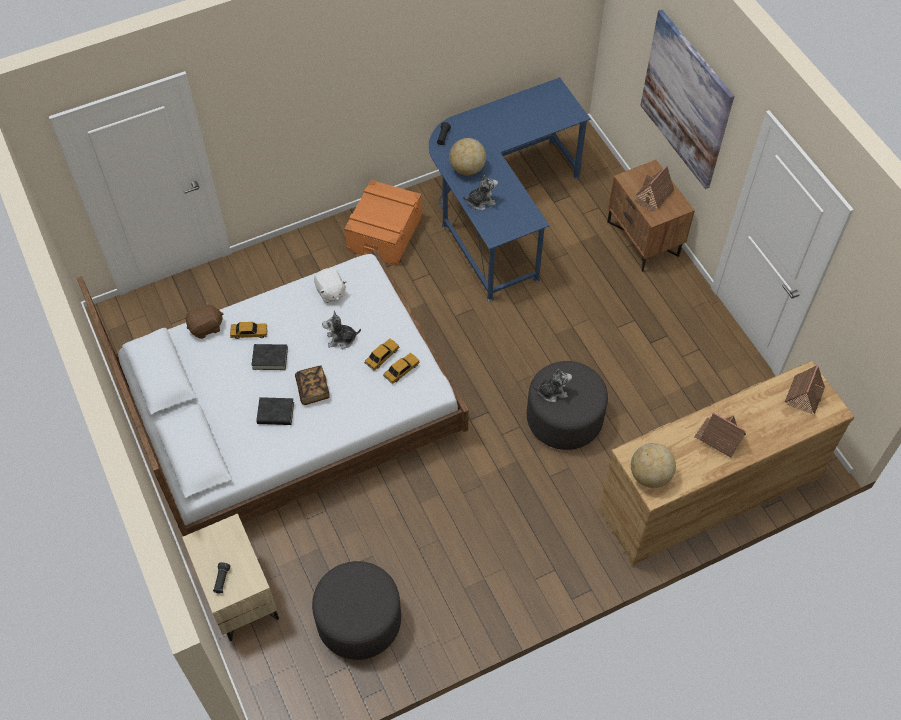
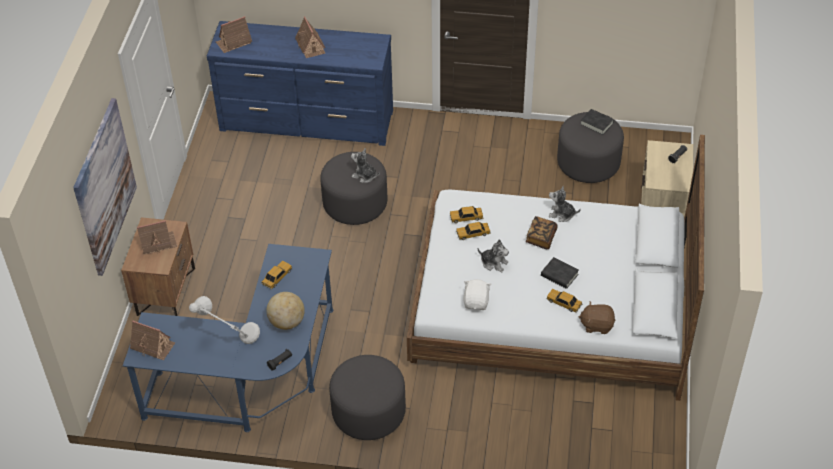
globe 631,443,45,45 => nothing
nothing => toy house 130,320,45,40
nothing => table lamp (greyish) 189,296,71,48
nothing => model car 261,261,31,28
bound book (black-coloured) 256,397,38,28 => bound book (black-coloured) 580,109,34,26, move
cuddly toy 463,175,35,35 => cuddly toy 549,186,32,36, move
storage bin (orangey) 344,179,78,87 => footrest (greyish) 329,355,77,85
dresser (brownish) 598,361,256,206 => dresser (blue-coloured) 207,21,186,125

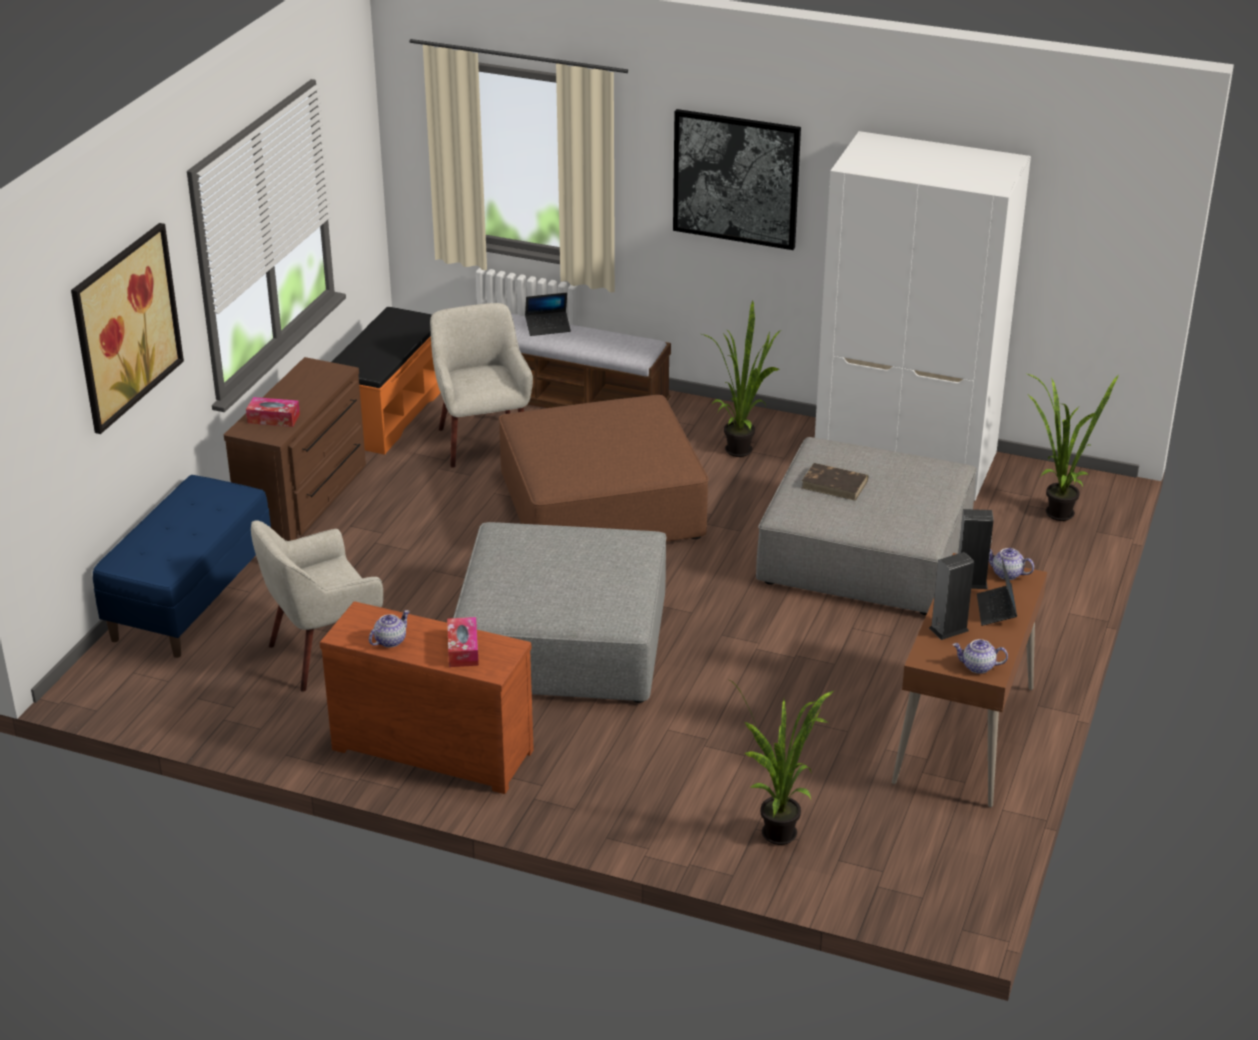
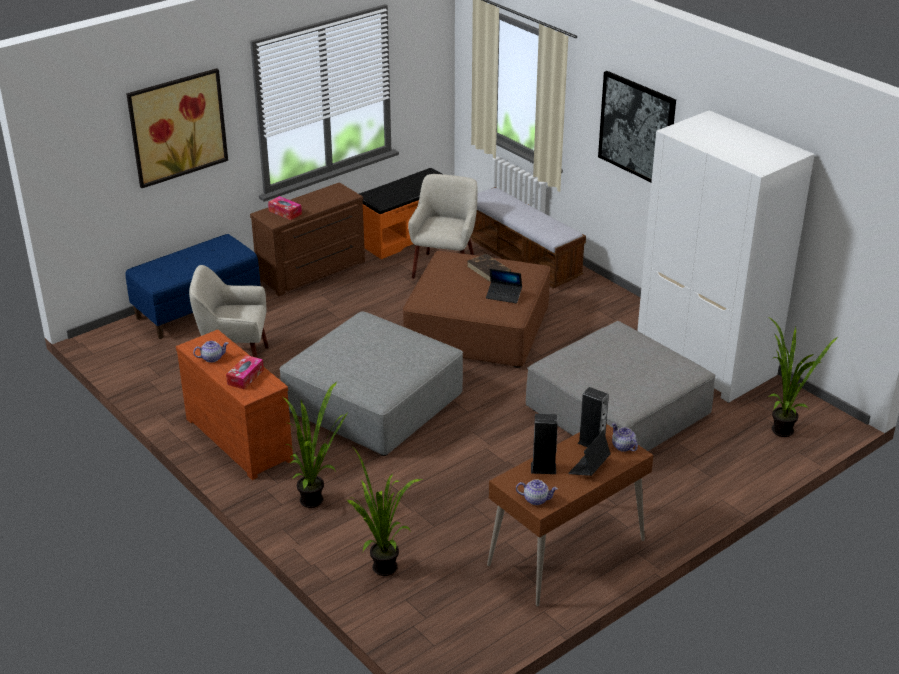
notebook computer 525,292,46,44 => notebook computer 486,269,36,34, move
houseplant 702,301,79,156 => houseplant 283,382,65,126, move
bound book (brownish) 802,463,66,38 => bound book (brownish) 467,254,44,28, move
tea pot 953,639,55,35 => tea pot 516,479,42,26, 150 degrees clockwise

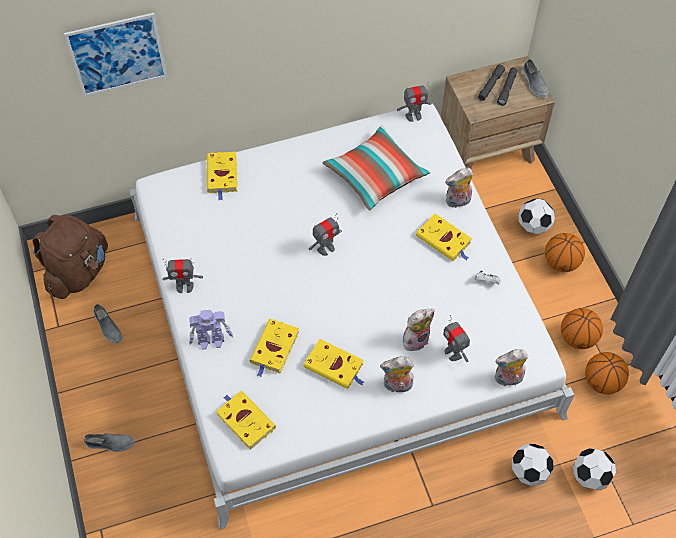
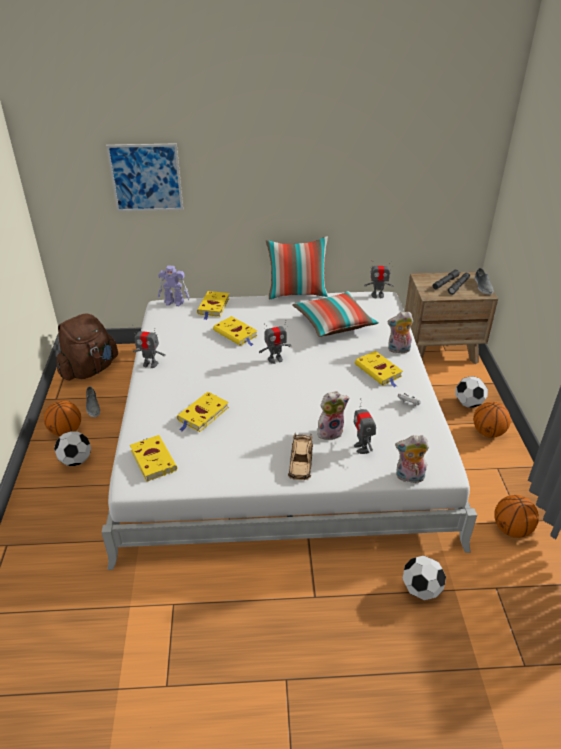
low shoe (greyish) 84,433,51,19 => nothing
nothing => throw pillow 266,236,62,64
model robot 189,310,44,40 => model robot 158,265,31,41, move
bound book (yellowish) 303,339,61,50 => bound book (yellowish) 213,316,45,30, move
ball for basketball 561,308,42,41 => ball for basketball 44,401,37,35, move
football ball 573,448,43,43 => football ball 54,431,37,35, move
cuddly toy 380,356,34,37 => model car (sand-coloured) 288,433,25,47

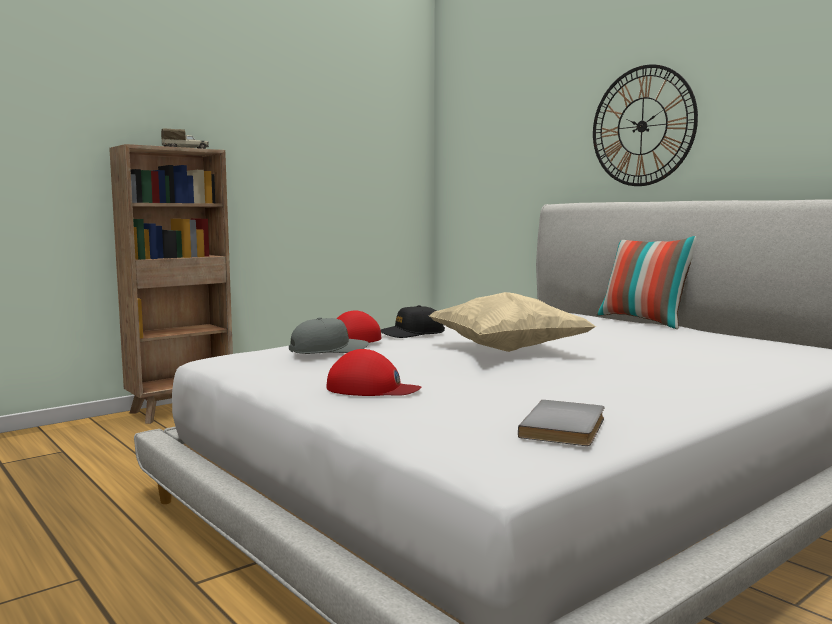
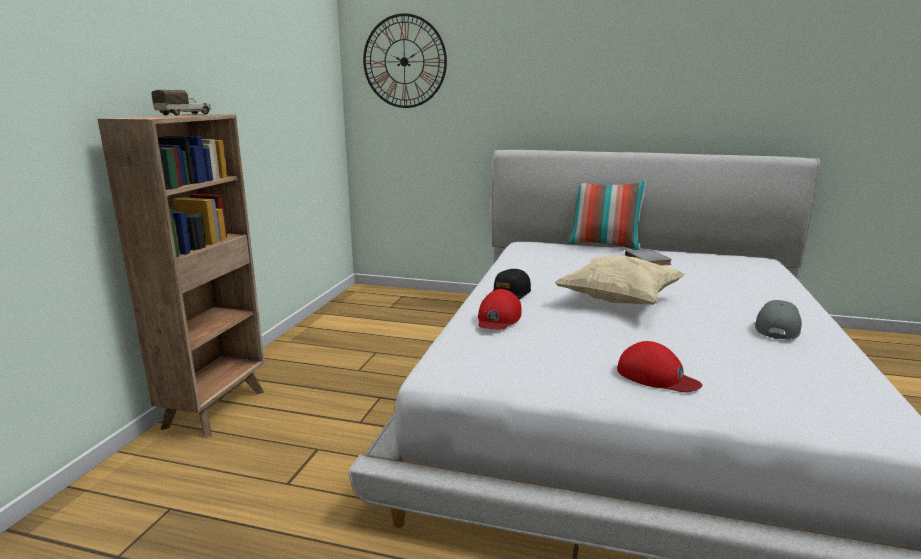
baseball cap (greyish) 289,317,79,37 => baseball cap (greyish) 755,300,47,40, move
bound book (greyish) 518,400,86,46 => bound book (greyish) 625,249,47,17, move
hanging clock 593,64,105,122 => hanging clock 363,13,84,95, move
baseball cap (red) 326,349,96,47 => baseball cap (red) 617,341,86,51, 60 degrees clockwise

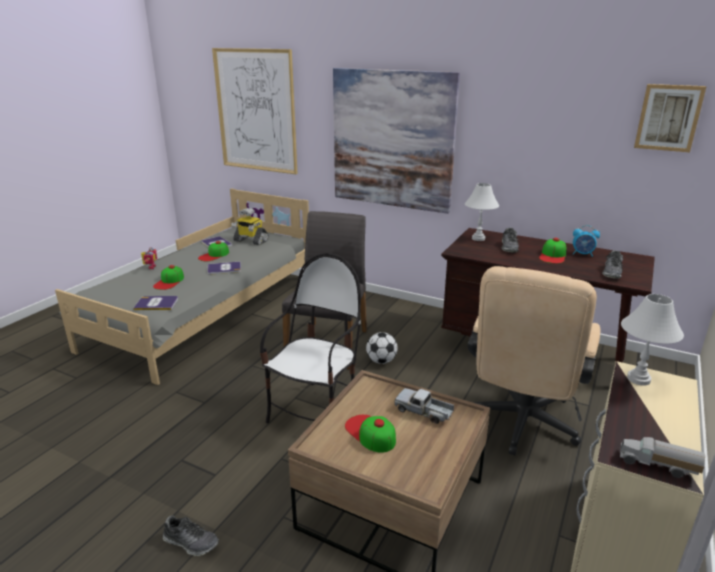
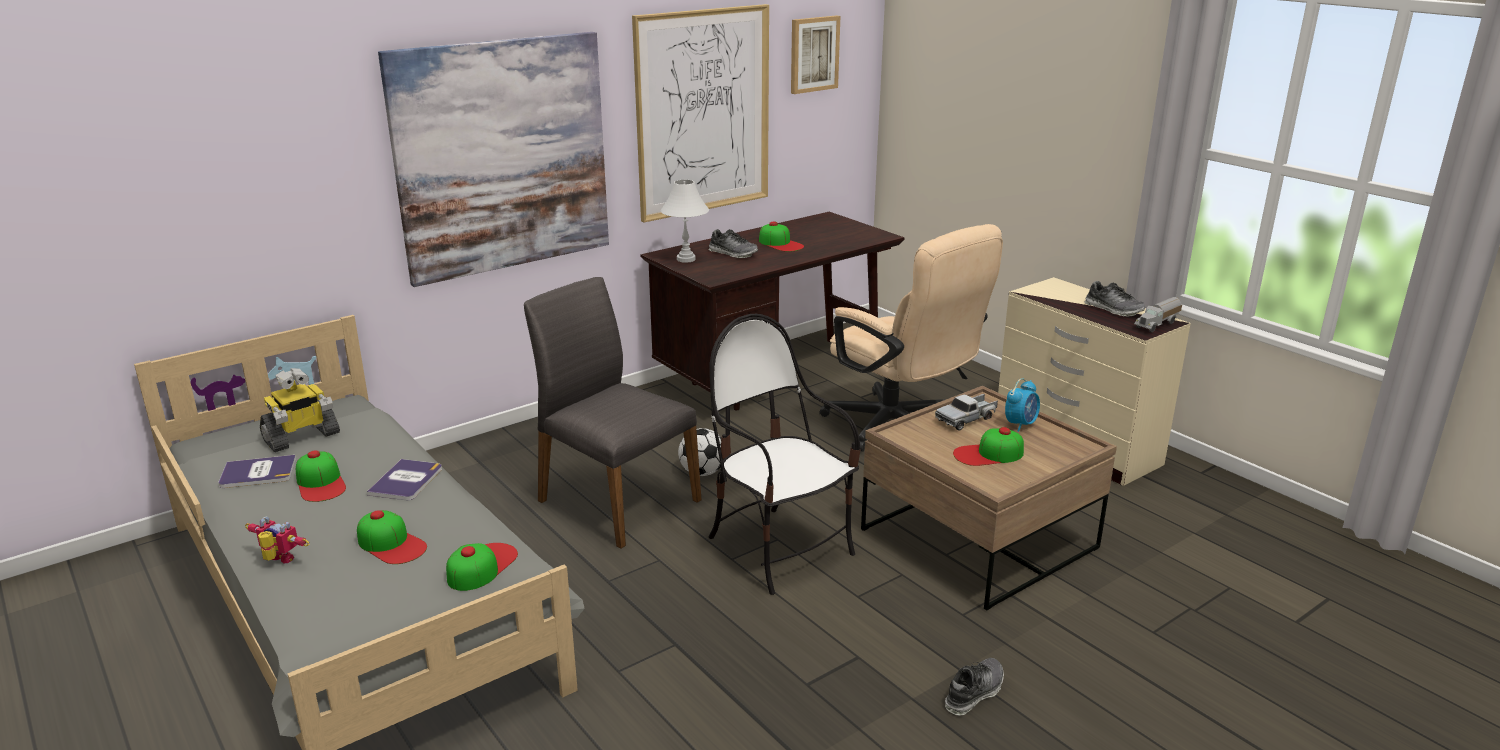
table lamp (white-coloured) 621,294,63,92 => nothing
wall art 212,48,86,126 => wall art 632,4,137,219, move
table clock 572,225,28,32 => table clock 1005,378,35,54, move
low shoe 602,251,21,28 => low shoe 1085,281,60,35, move
bound book 133,296,45,14 => baseball cap 446,543,72,48

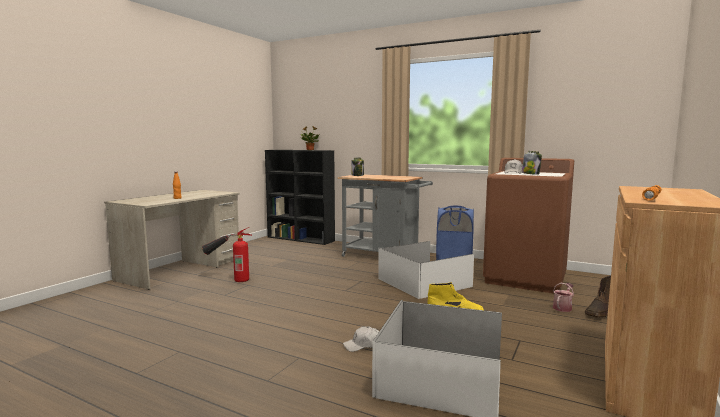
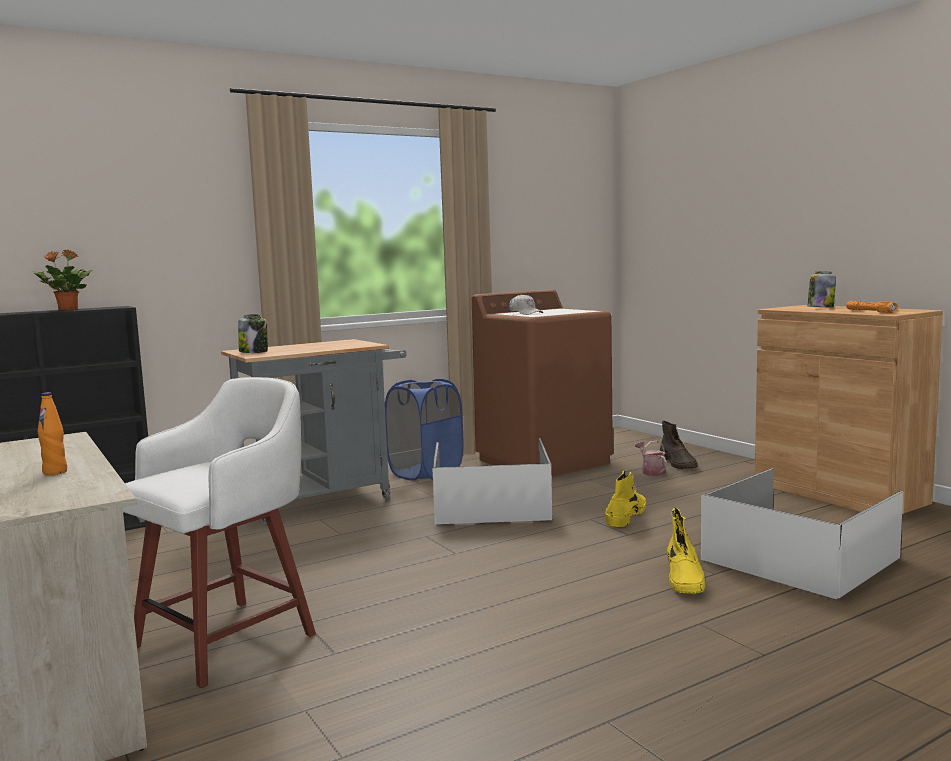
storage jar 522,151,20,24 => storage jar 808,271,28,37, move
fire extinguisher 202,227,50,55 => sitting stool (white-coloured) 123,377,193,311
baseball cap (white-coloured) 343,326,36,26 => boot (yellowish) 667,508,40,86

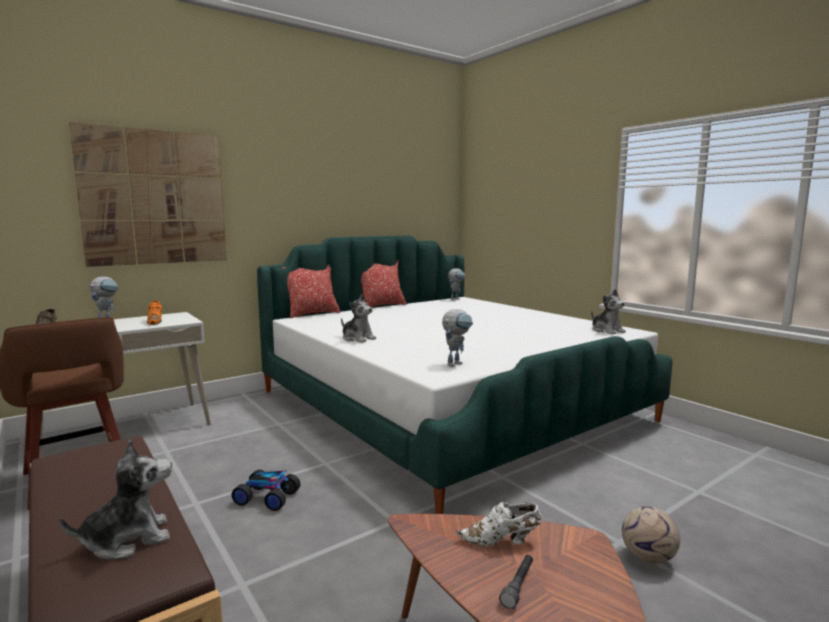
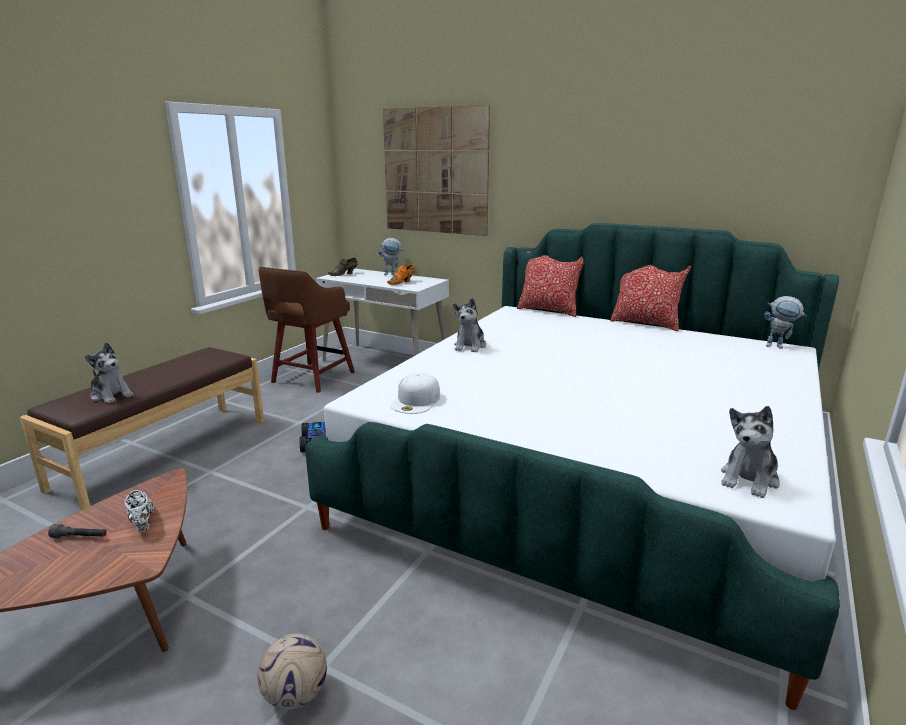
model robot 442,309,31,58 => baseball cap (white-coloured) 391,373,49,41

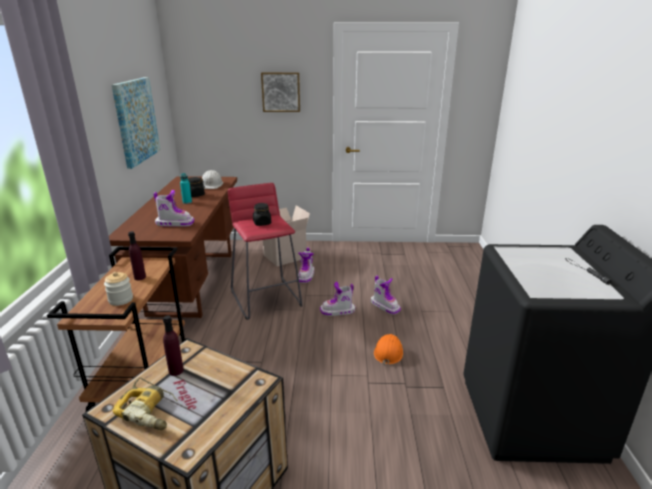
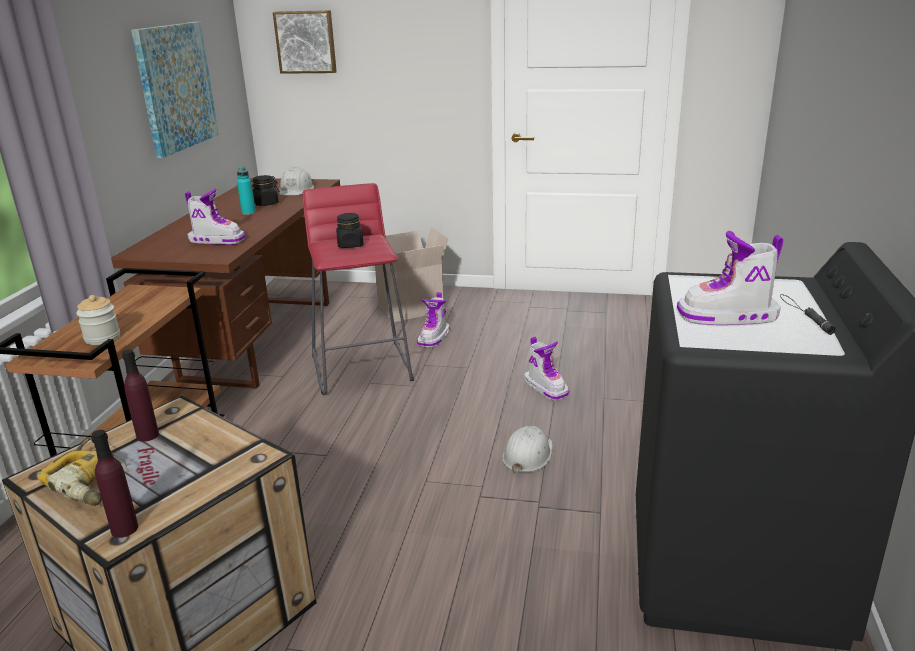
drink bottle (purple) 128,231,18,49 => drink bottle (purple) 91,430,47,108, move
wall art 261,72,39,40 => wall art 273,10,64,64, move
boot 320,282,35,34 => boot 677,231,106,94, move
safety helmet (orangey) 374,334,29,32 => safety helmet (white-coloured) 502,426,51,48

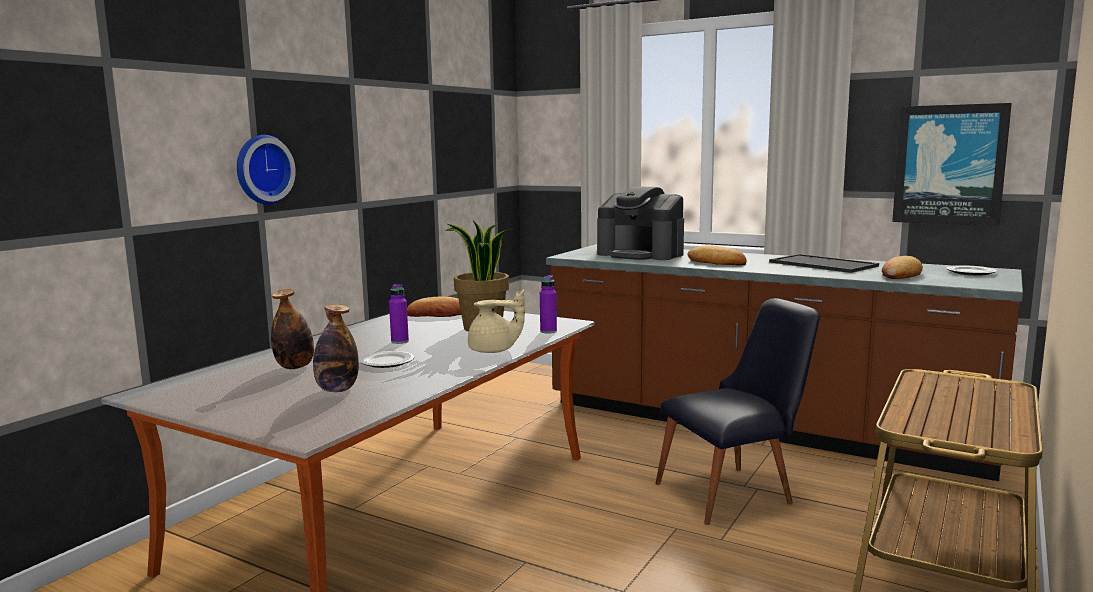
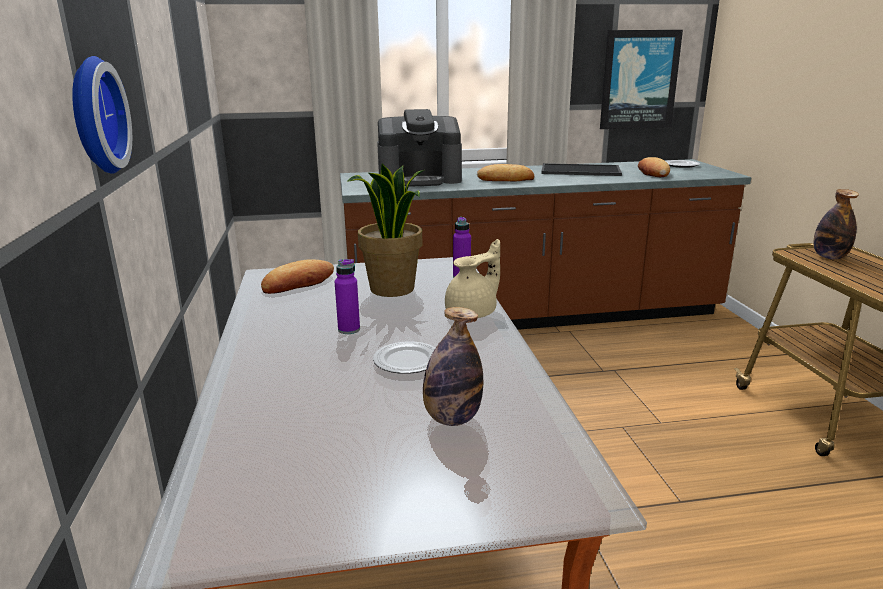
upright chair (black-coloured) 655,298,165,227 => nothing
drink bottle 271,289,43,80 => drink bottle 813,189,46,70, move

